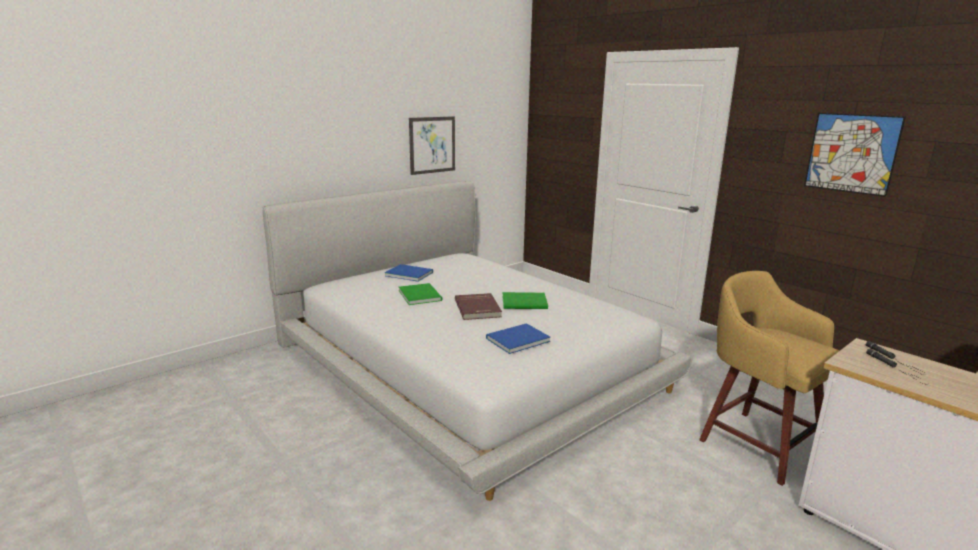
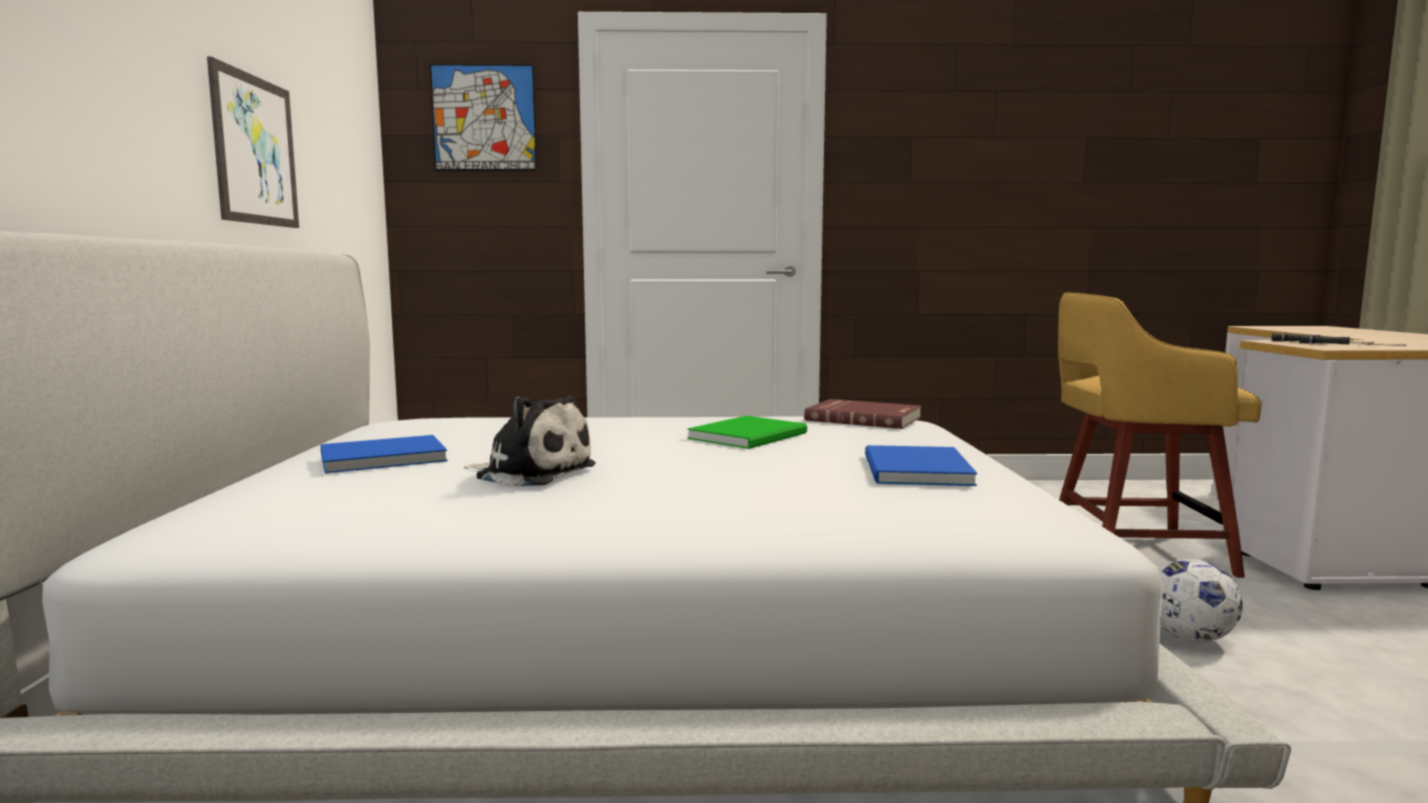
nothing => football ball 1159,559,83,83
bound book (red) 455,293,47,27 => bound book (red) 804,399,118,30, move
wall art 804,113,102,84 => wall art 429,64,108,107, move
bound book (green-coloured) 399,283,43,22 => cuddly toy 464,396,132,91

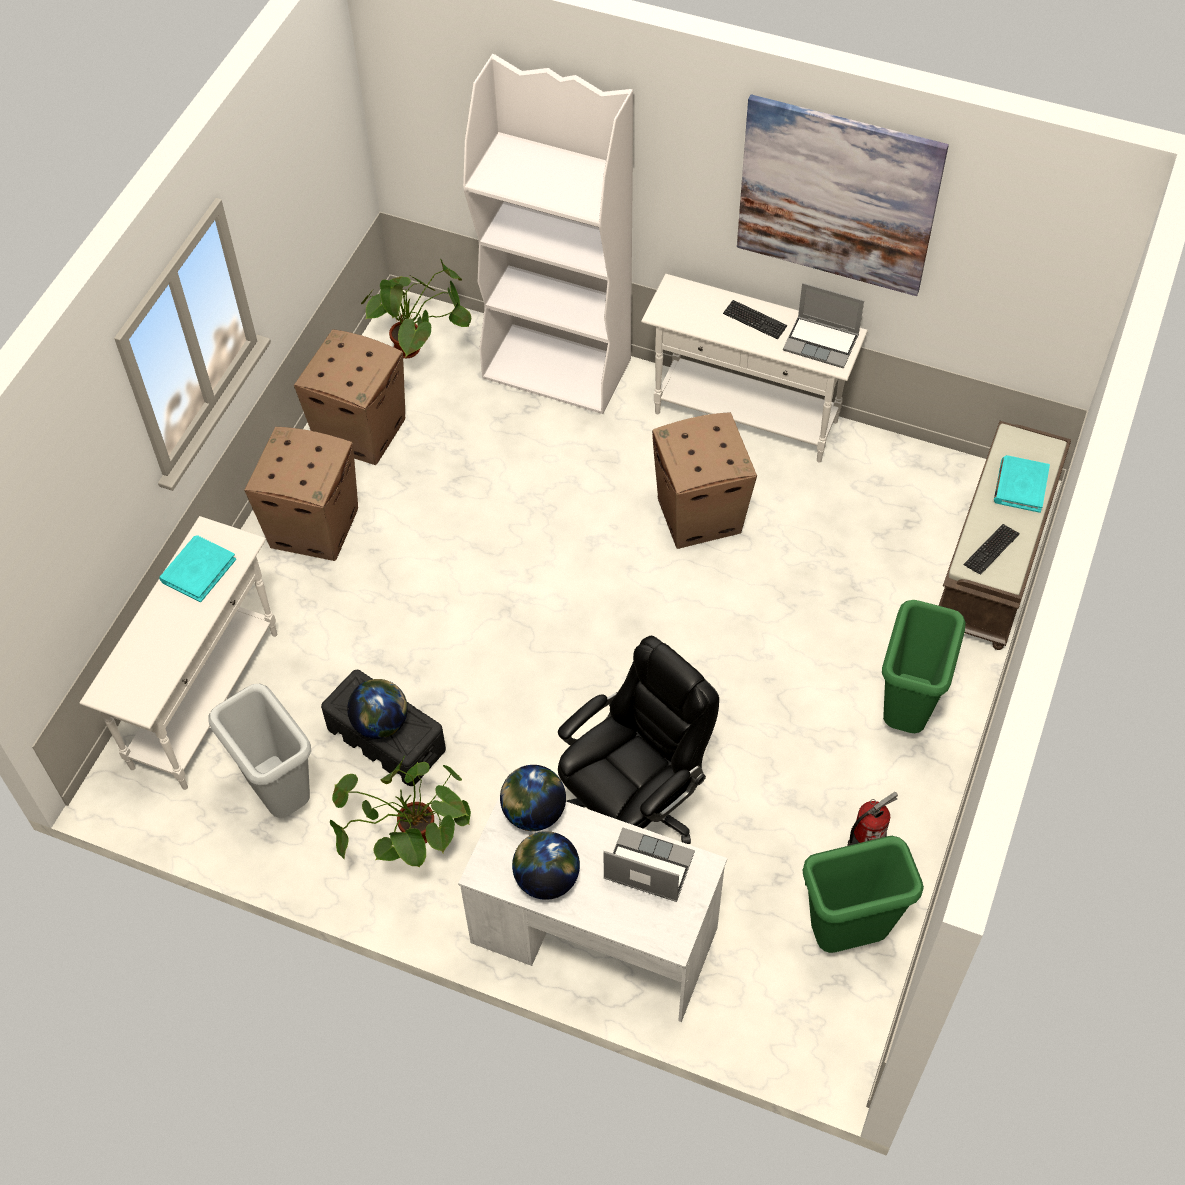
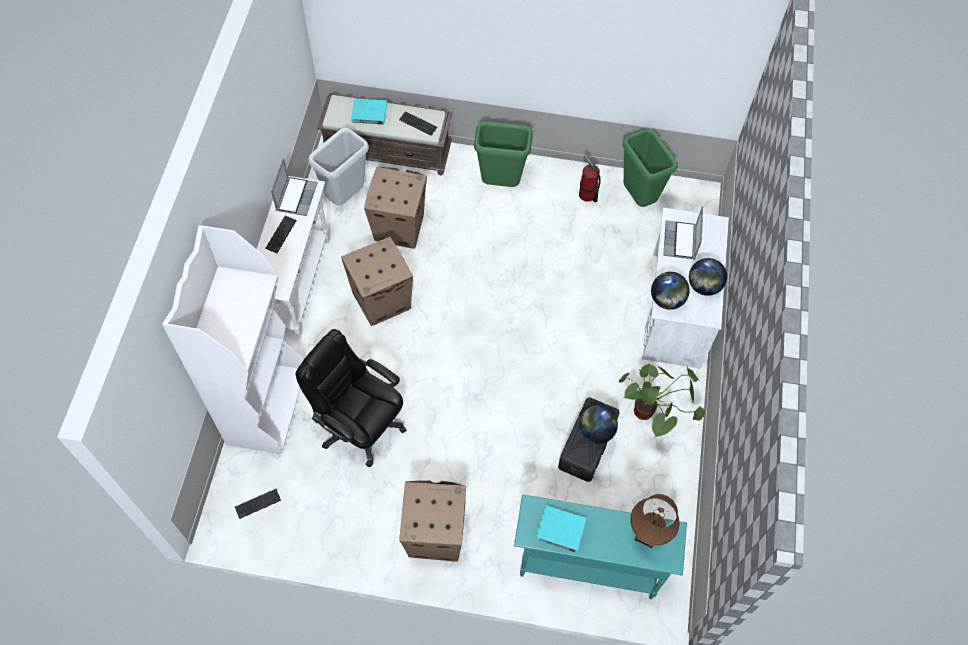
wall art 737,95,212,201 => nothing
nothing => table lamp (brownish) 630,494,50,54
waste bin (greyish) 208,684,103,134 => waste bin (greyish) 308,128,61,77, move
cardboard box 294,329,111,136 => cardboard box 364,167,63,82, move
computer chair (black-coloured) 558,635,161,209 => computer chair (black-coloured) 296,329,110,138, move
houseplant 361,259,110,100 => computer keyboard 235,489,46,30
console table (white-coloured) 80,516,197,274 => console table (turquoise-coloured) 514,494,173,105

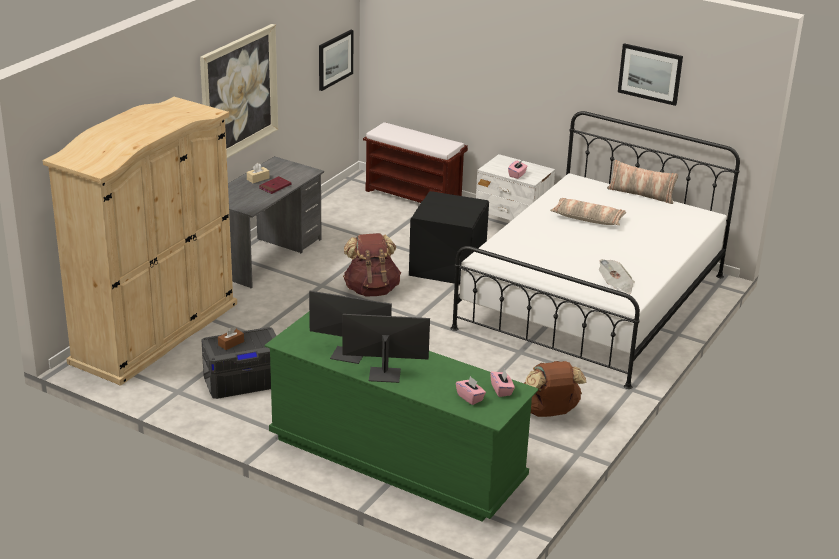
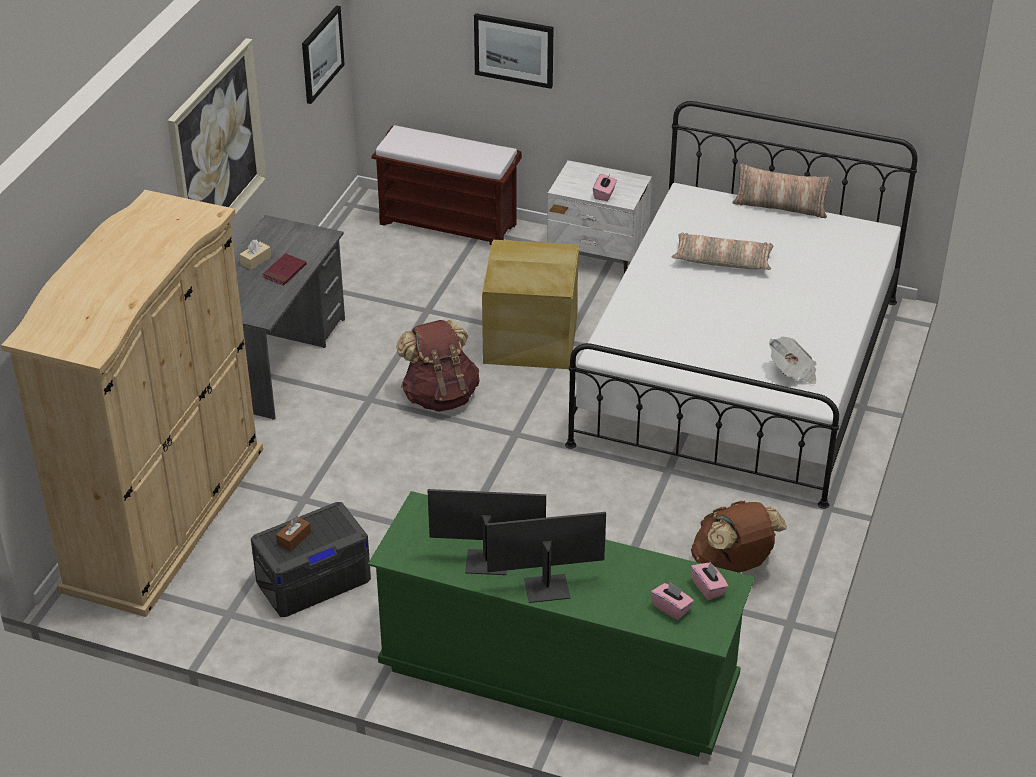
wall art 618,43,65,63 => wall art 474,13,80,76, move
storage bin (black-coloured) 409,191,80,93 => storage bin (sand-coloured) 482,240,97,129

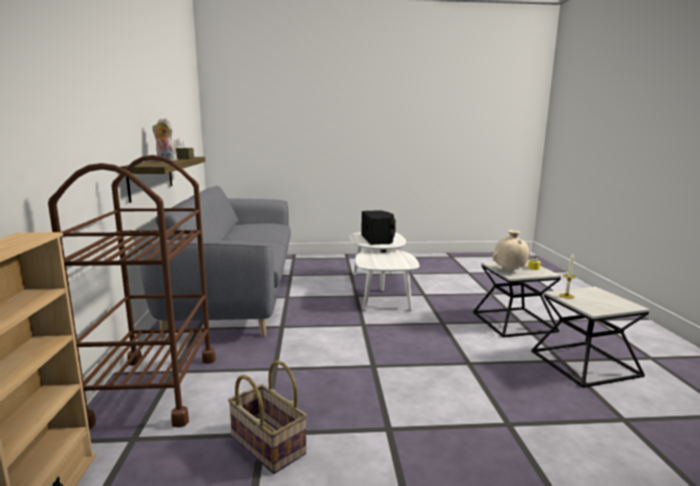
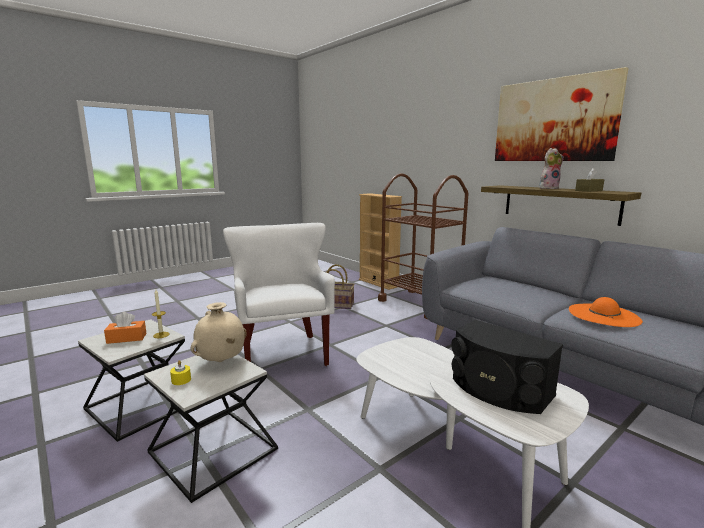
nothing => tissue box (orangey) 104,312,42,32
nothing => armchair (white-coloured) 223,223,112,143
nothing => wall art 495,67,134,94
nothing => hat (orangey) 569,297,74,30

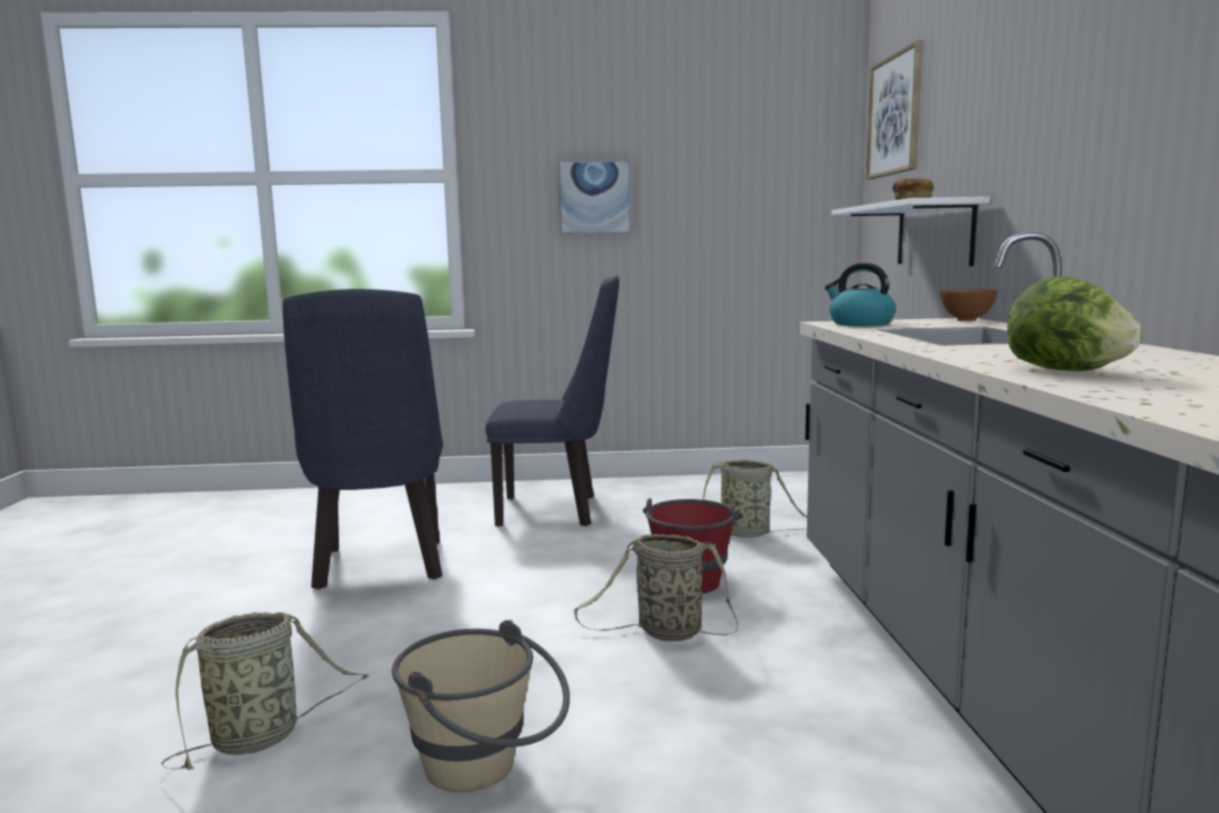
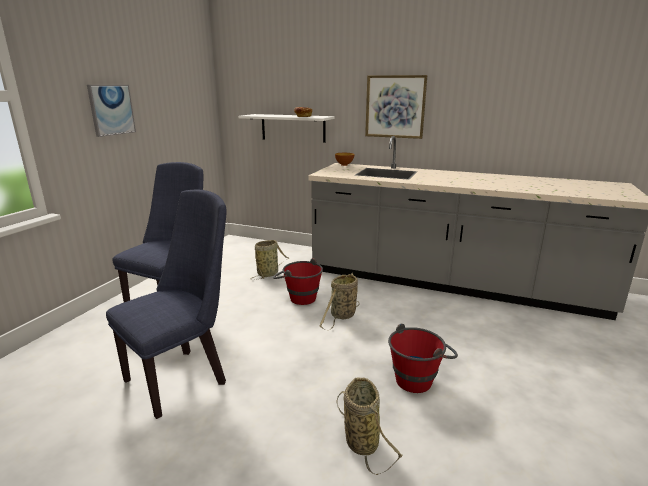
water kettle 825,263,71,63 => nothing
head of lettuce 1007,276,135,95 => nothing
wall art 866,40,57,139 => wall art 365,75,62,64, move
bucket (sand-coloured) 392,620,178,172 => bucket (red) 388,324,70,69
upright chair (blue-coloured) 283,289,160,300 => upright chair (blue-coloured) 106,190,120,229, 60 degrees counterclockwise

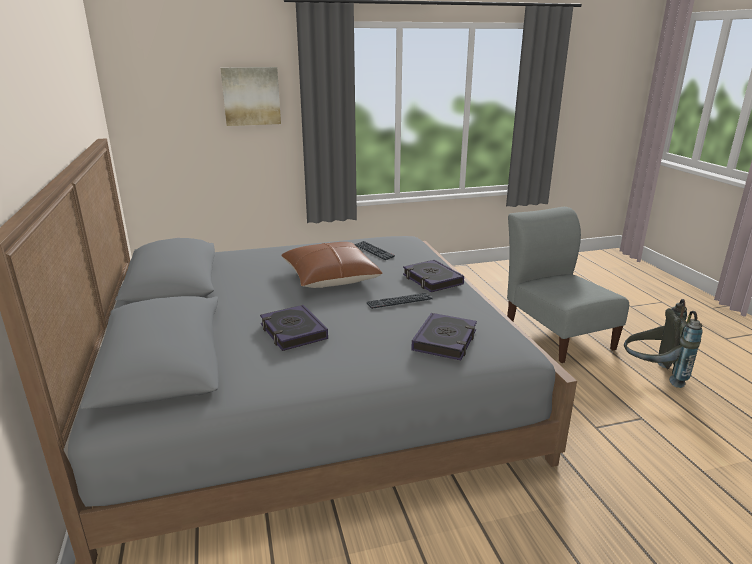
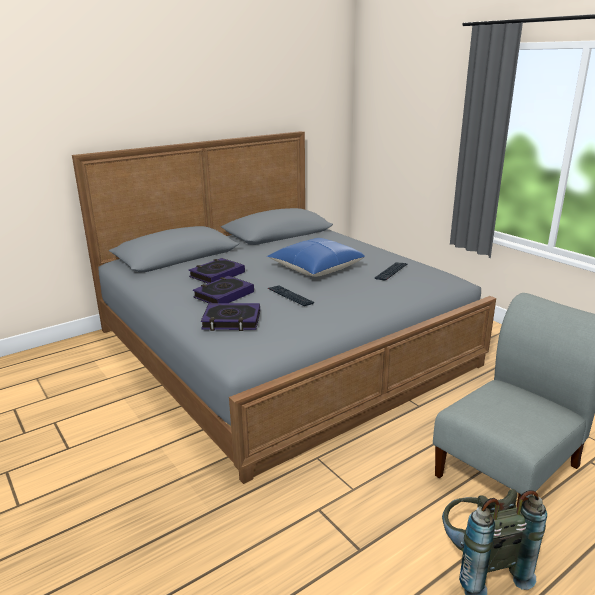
wall art 221,67,60,59 => nothing
bound book 403,260,61,32 => bound book 193,276,61,27, move
throw pillow (brownish) 281,242,102,46 => throw pillow (blue-coloured) 267,238,98,39

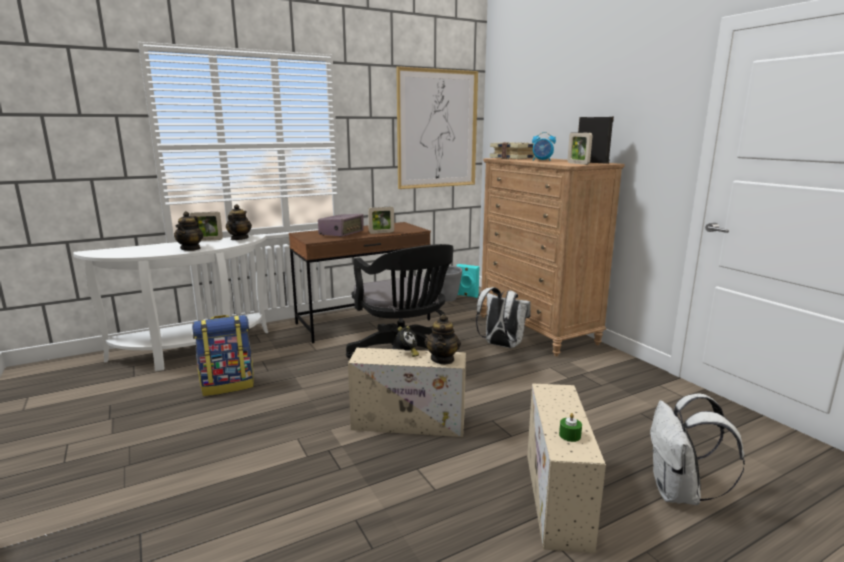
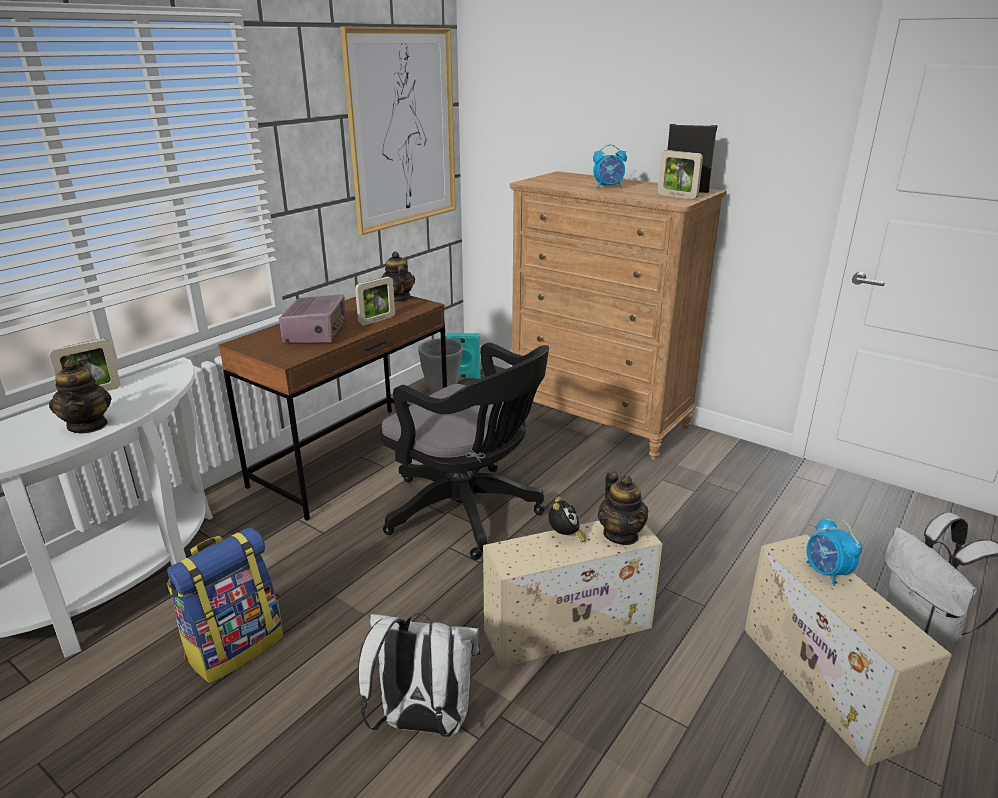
bound book 490,142,47,17 => nothing
wax light (green-coloured) 559,413,23,29 => nothing
nothing => table clock 806,517,56,69
tea pot 226,204,26,36 => tea pot 381,251,34,51, move
knapsack (white-coloured) 476,287,55,61 => knapsack (white-coloured) 358,613,122,124, move

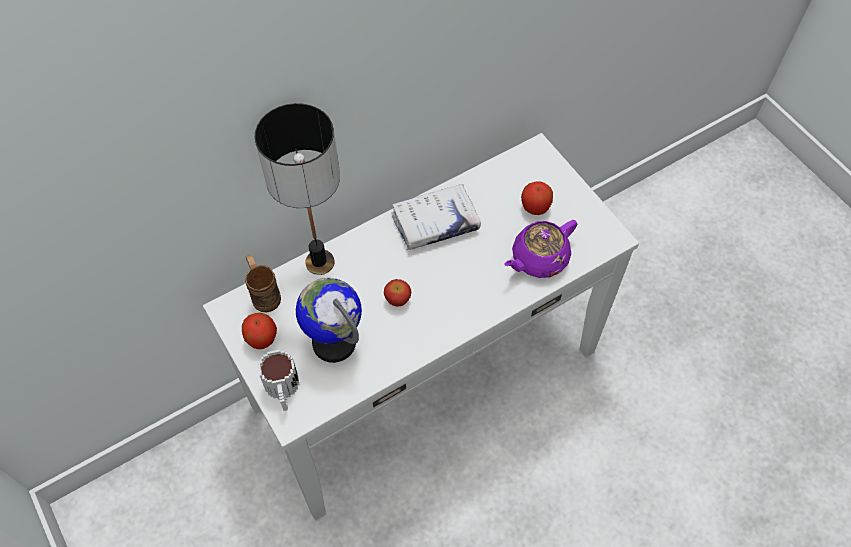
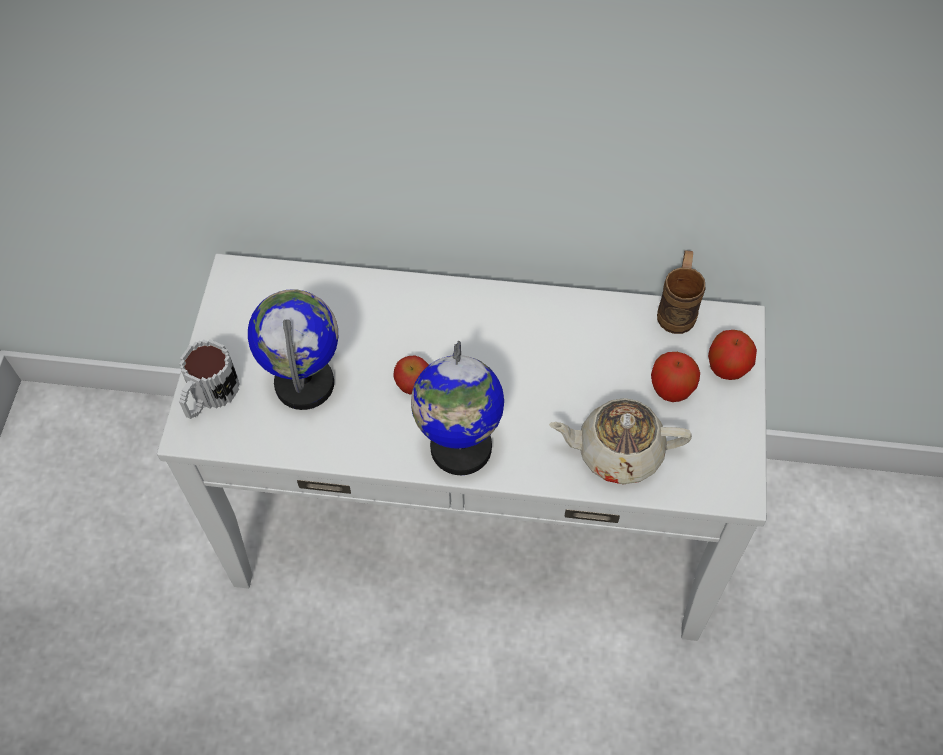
table lamp 255,103,85,172 => nothing
bound book (white-coloured) 391,184,90,66 => nothing
nothing => globe 411,341,93,134
whole apple 242,313,35,36 => whole apple 708,330,49,50, move
tea mug (brownish) 245,254,36,59 => tea mug (brownish) 657,250,49,84, move
tea pot (purple) 505,220,72,58 => tea pot (sand-coloured) 549,398,143,86

